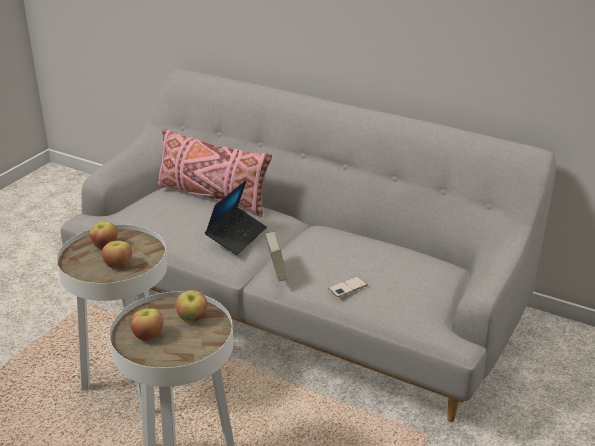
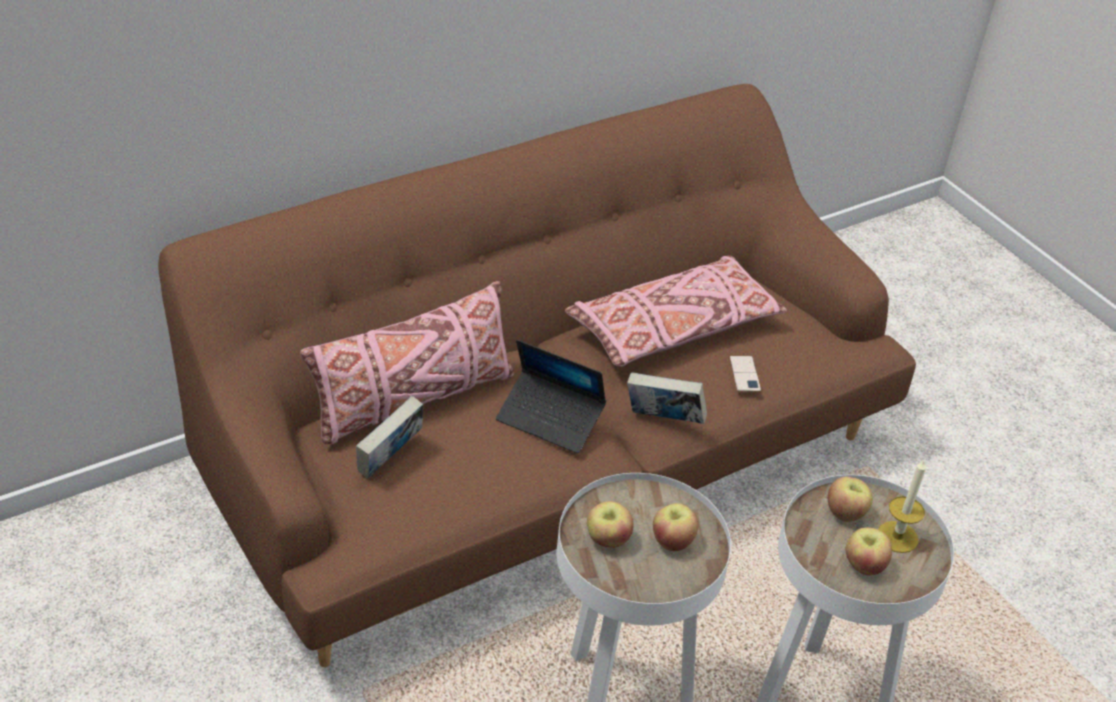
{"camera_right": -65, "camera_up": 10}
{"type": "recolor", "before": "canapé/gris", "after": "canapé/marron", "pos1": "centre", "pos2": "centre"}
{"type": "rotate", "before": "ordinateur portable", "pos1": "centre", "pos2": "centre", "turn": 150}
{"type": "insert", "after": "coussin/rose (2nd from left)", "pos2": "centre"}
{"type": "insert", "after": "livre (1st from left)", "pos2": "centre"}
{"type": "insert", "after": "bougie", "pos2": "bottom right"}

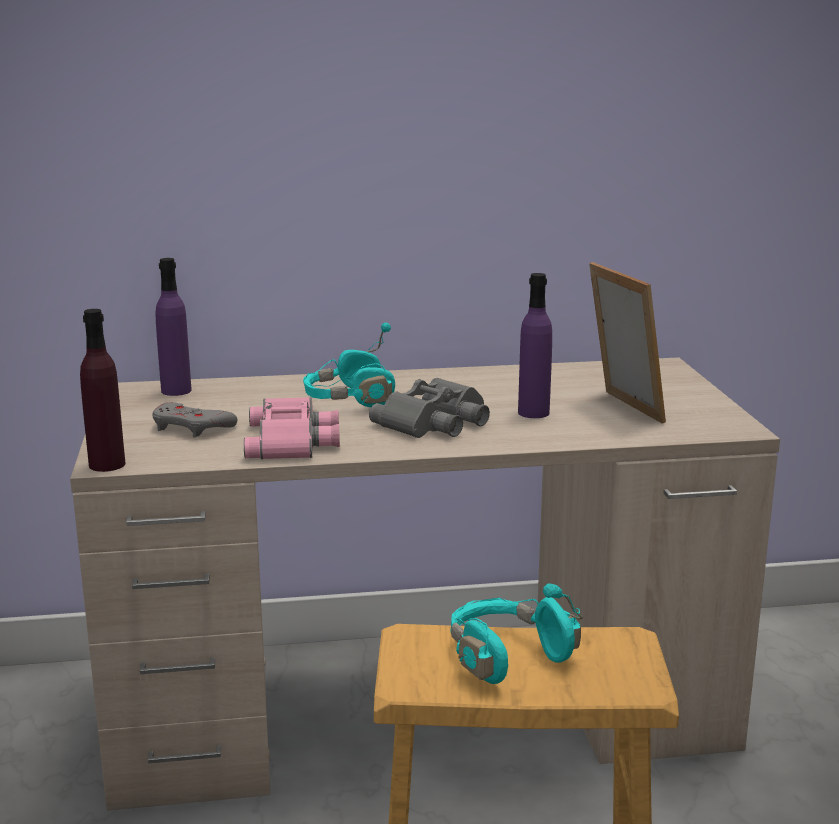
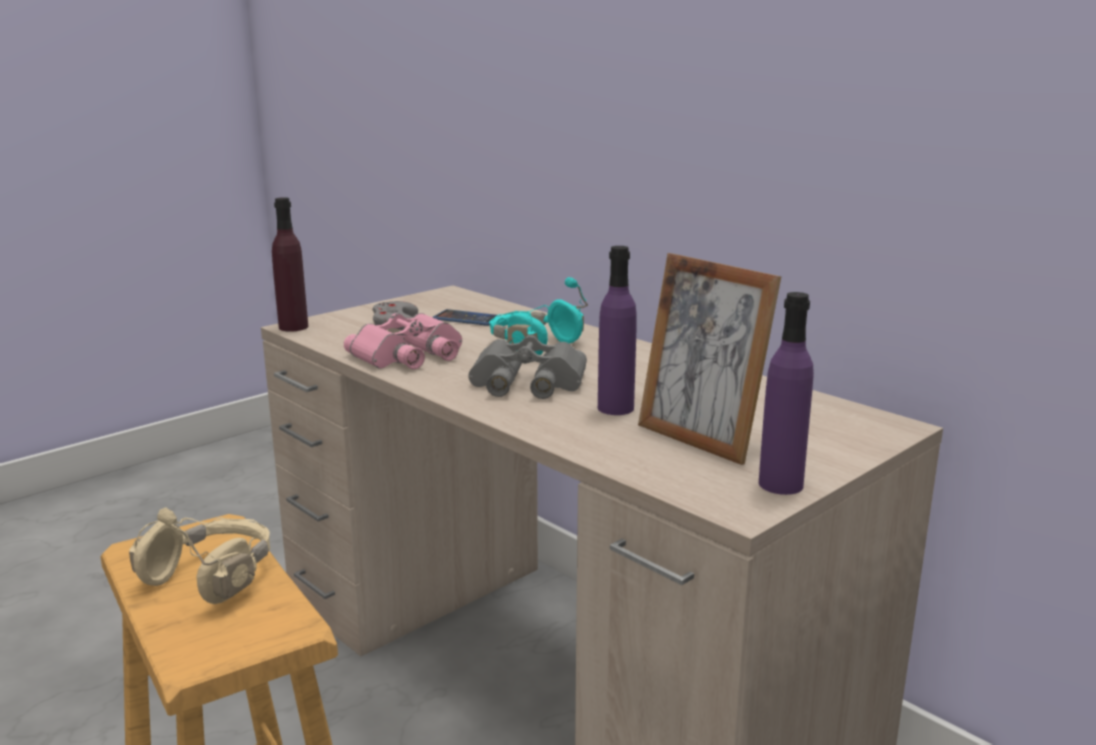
{"camera_right": 55, "camera_up": 0}
{"type": "move", "before": "bouteille/violet (2nd from left in the first image)", "after": "bouteille/violet (3rd from left)", "pos1": "middle left", "pos2": "middle right"}
{"type": "rotate", "before": "cadre photo", "pos1": "middle right", "pos2": "centre", "turn": 105}
{"type": "recolor", "before": "casque audio/turquoise (2nd from left)", "after": "casque audio/beige", "pos1": "bottom centre", "pos2": "bottom left"}
{"type": "insert", "after": "téléphone", "pos2": "centre"}

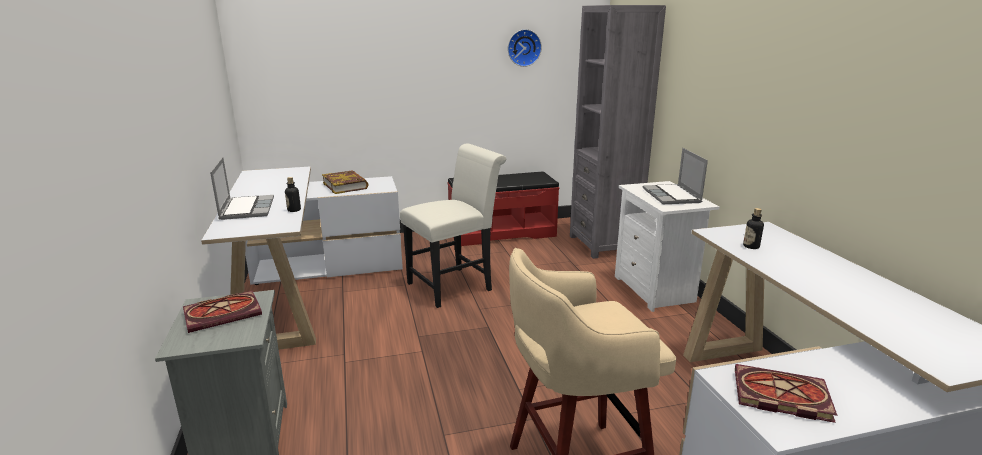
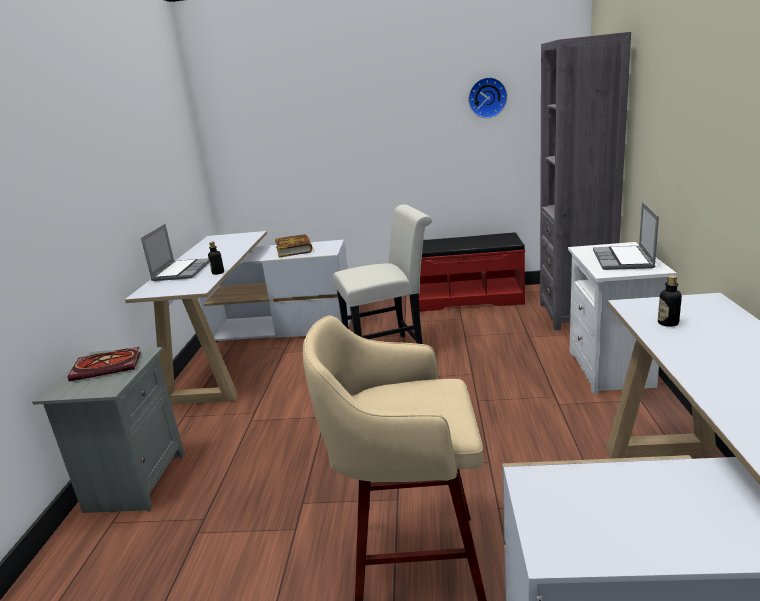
{"camera_right": 20, "camera_up": 0}
{"type": "delete", "before": "livre (3rd from left)", "pos1": "bottom right"}

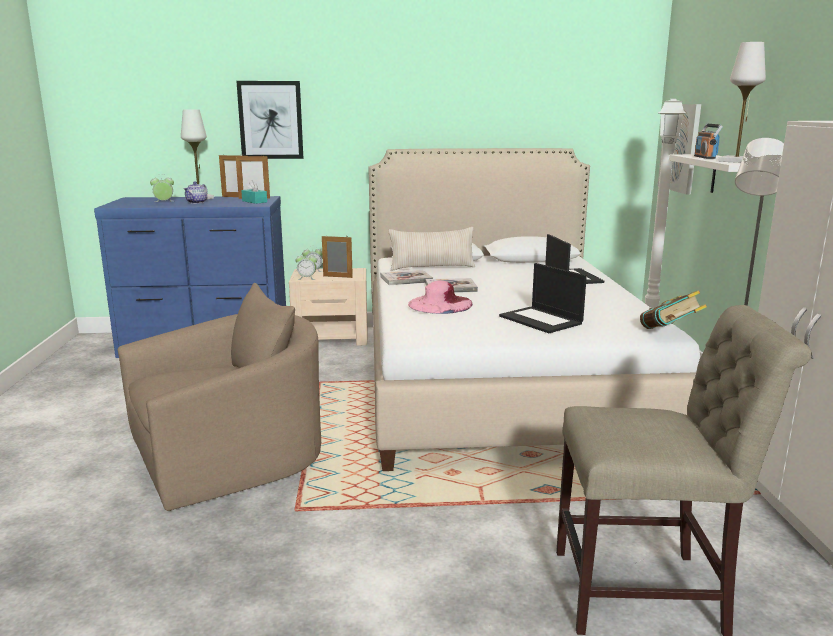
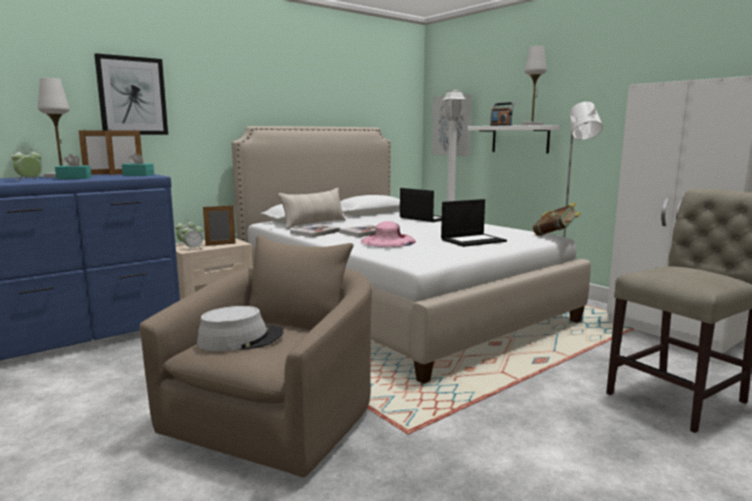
{"camera_right": -35, "camera_up": -5}
{"type": "replace", "before": "théière", "after": "boîte à mouchoirs/turquoise (1st from left)", "pos1": "top left", "pos2": "top left"}
{"type": "rotate", "before": "ordinateur portable (1st from left in the first image)", "pos1": "centre", "pos2": "centre", "turn": -45}
{"type": "insert", "after": "chapeau/gris", "pos2": "middle left"}

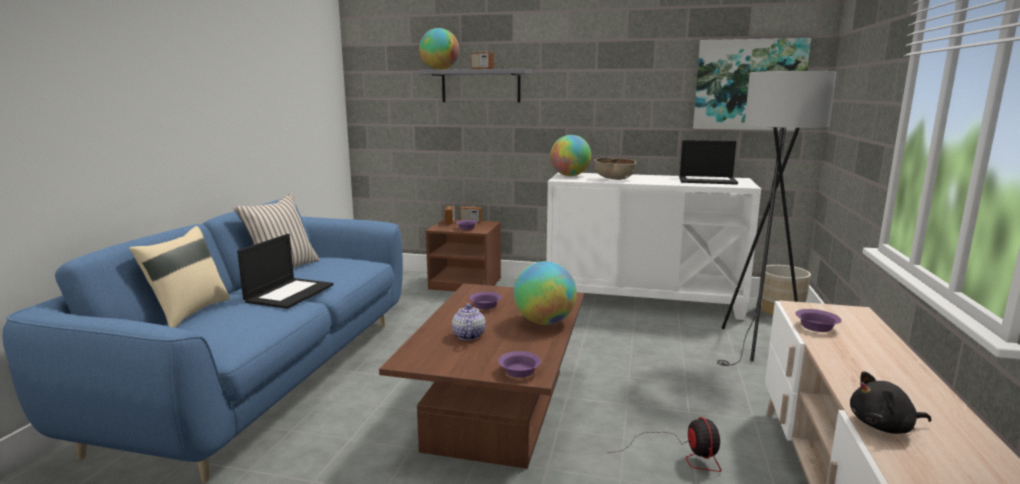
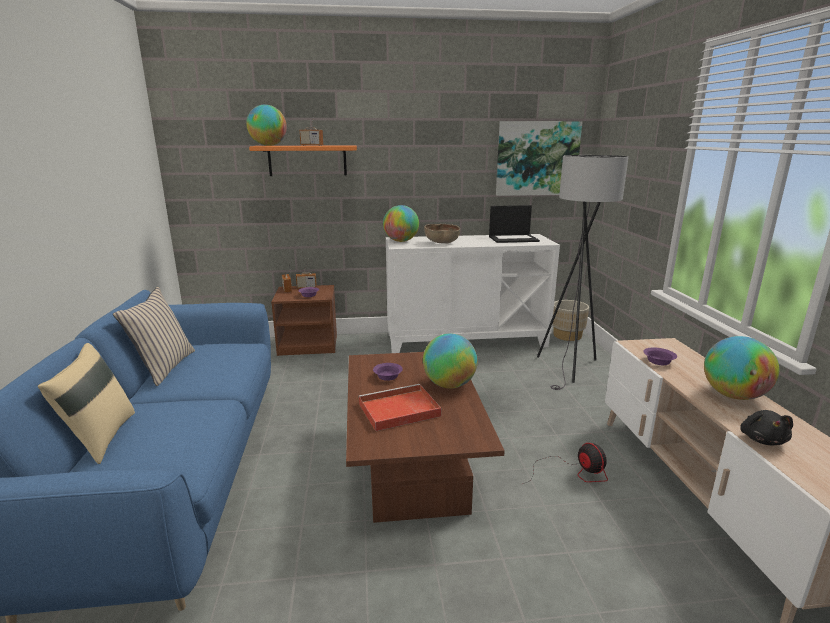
{"camera_right": -20, "camera_up": 5}
{"type": "recolor", "before": "étagère/gris", "after": "étagère/orange", "pos1": "top centre", "pos2": "top centre"}
{"type": "delete", "before": "ordinateur portable (1st from left)", "pos1": "middle left"}
{"type": "replace", "before": "théière", "after": "plateau/rouge", "pos1": "centre", "pos2": "centre"}
{"type": "delete", "before": "bol/violet (3rd from left)", "pos1": "bottom centre"}
{"type": "rotate", "before": "peluche/noir", "pos1": "bottom right", "pos2": "bottom right", "turn": -60}
{"type": "insert", "after": "globe (4th from left)", "pos2": "middle right"}

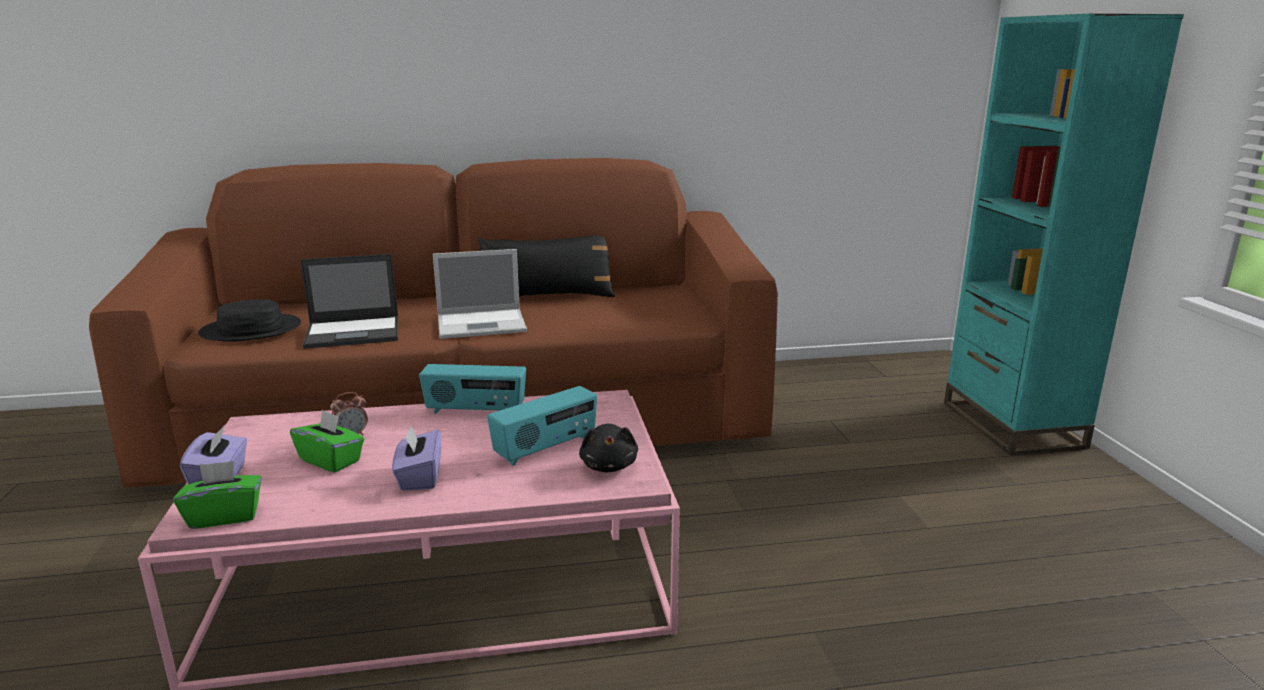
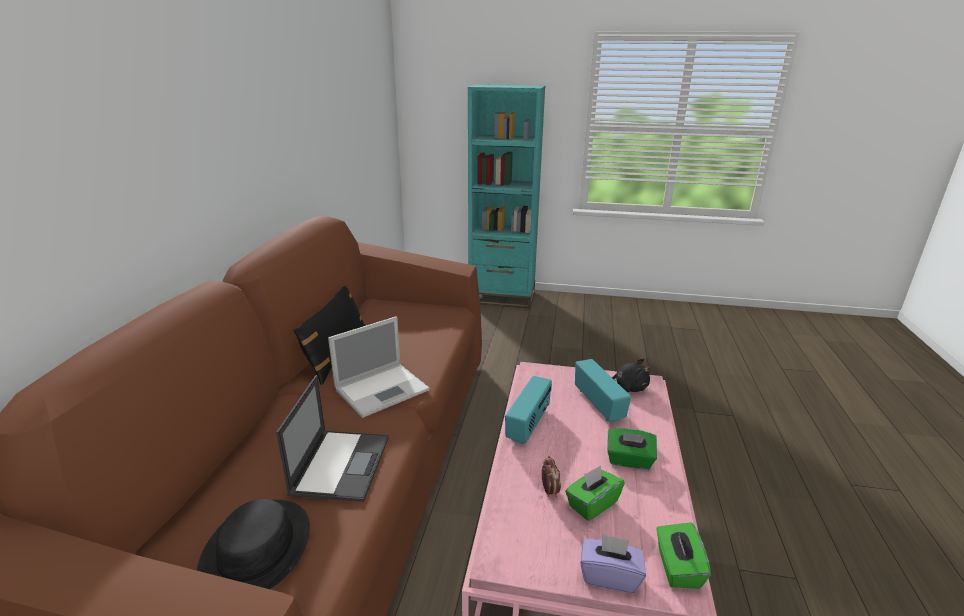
{"camera_right": -70, "camera_up": 5}
{"type": "rotate", "before": "ordinateur portable (2nd from left)", "pos1": "centre", "pos2": "centre", "turn": 45}
{"type": "recolor", "before": "boîte à mouchoirs/violet (2nd from left)", "after": "boîte à mouchoirs/vert (2nd from left)", "pos1": "middle left", "pos2": "bottom centre"}

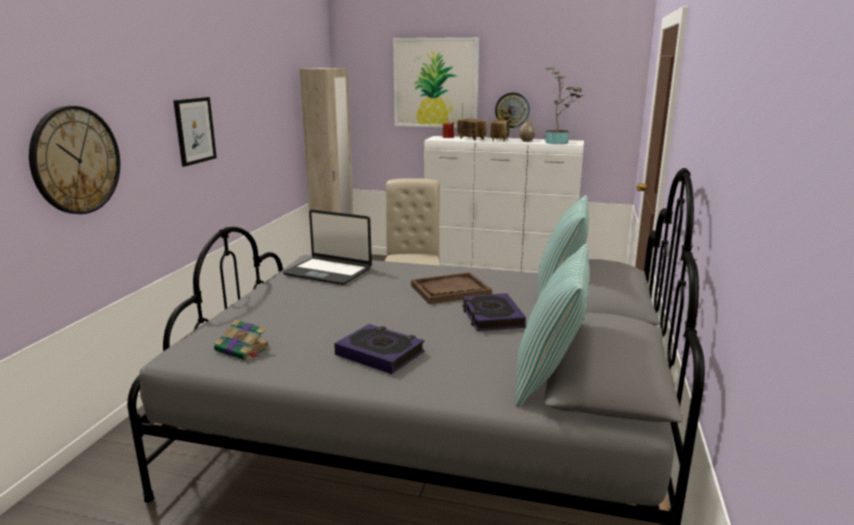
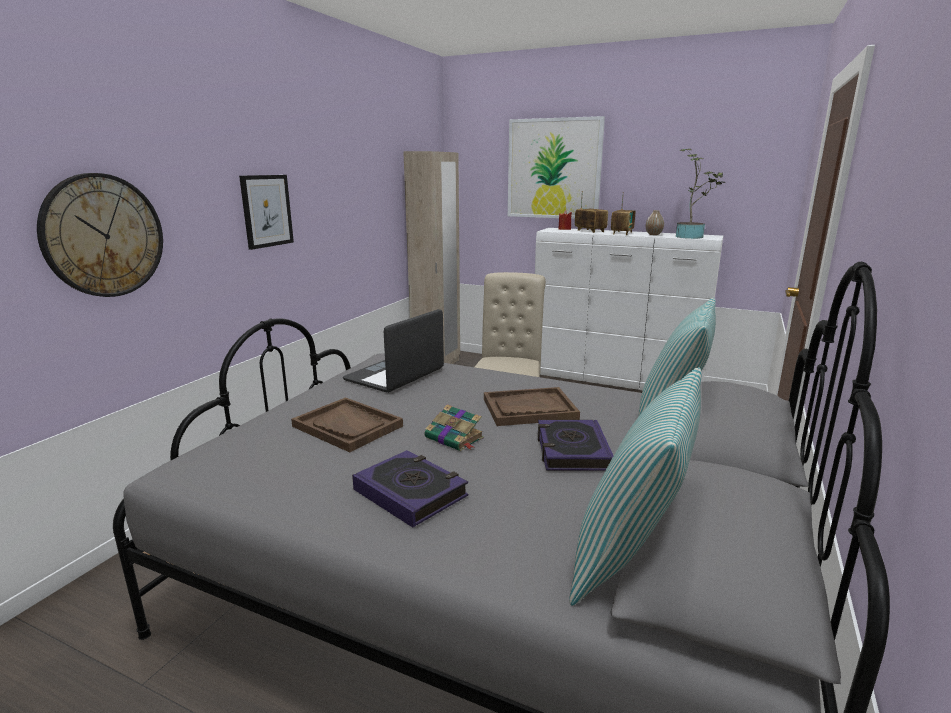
{"camera_right": 10, "camera_up": 0}
{"type": "delete", "before": "horloge murale (2nd from left)", "pos1": "top centre"}
{"type": "rotate", "before": "ordinateur portable", "pos1": "centre", "pos2": "centre", "turn": 90}
{"type": "move", "before": "livre (1st from left in the first image)", "after": "livre (2nd from left)", "pos1": "middle left", "pos2": "centre"}
{"type": "insert", "after": "plateau/marron (1st from left)", "pos2": "centre"}

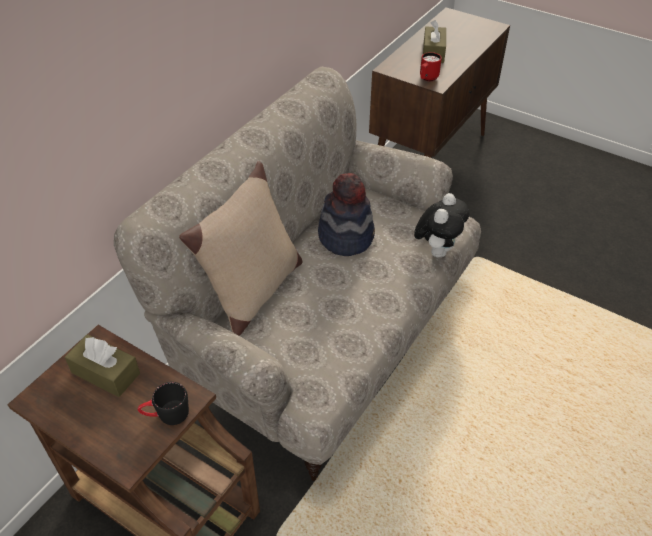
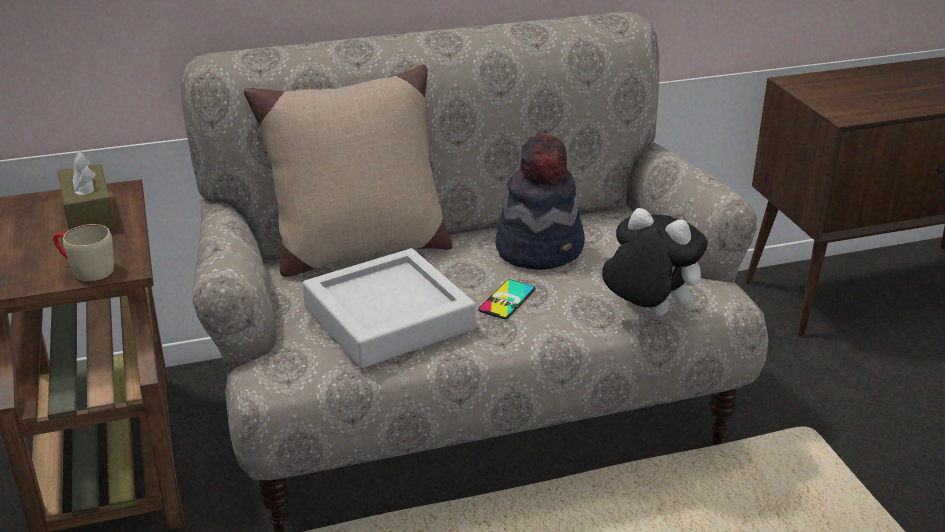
{"camera_right": 40, "camera_up": -15}
{"type": "delete", "before": "boîte à mouchoirs/marron (2nd from left)", "pos1": "top centre"}
{"type": "delete", "before": "mug/rouge", "pos1": "top centre"}
{"type": "rotate", "before": "peluche", "pos1": "middle right", "pos2": "middle right", "turn": -120}
{"type": "recolor", "before": "mug/noir", "after": "mug/beige", "pos1": "bottom left", "pos2": "middle left"}
{"type": "insert", "after": "plateau/gris", "pos2": "centre"}
{"type": "insert", "after": "téléphone", "pos2": "centre"}

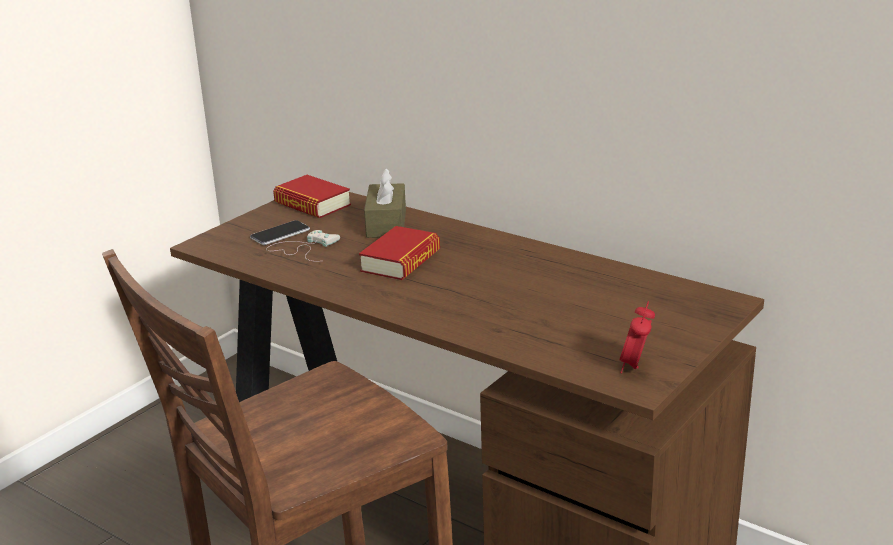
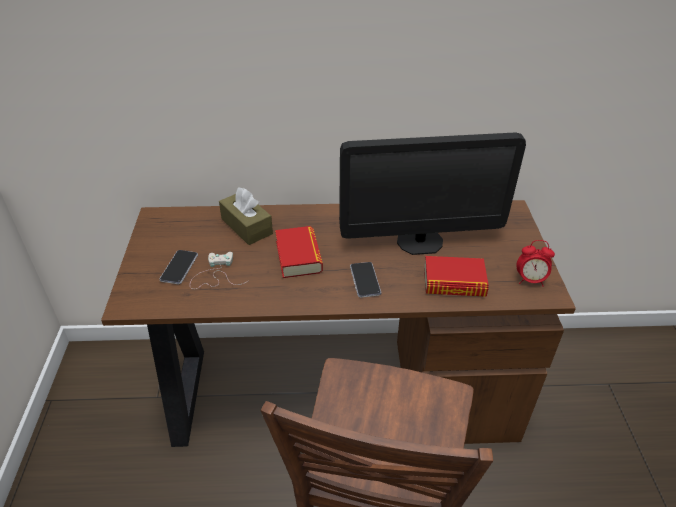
{"camera_right": -40, "camera_up": 15}
{"type": "move", "before": "livre (1st from left in the first image)", "after": "livre (2nd from left)", "pos1": "centre", "pos2": "middle right"}
{"type": "rotate", "before": "réveil", "pos1": "middle right", "pos2": "middle right", "turn": -60}
{"type": "insert", "after": "écran d'ordinateur", "pos2": "centre"}
{"type": "insert", "after": "téléphone (2nd from left)", "pos2": "centre"}

